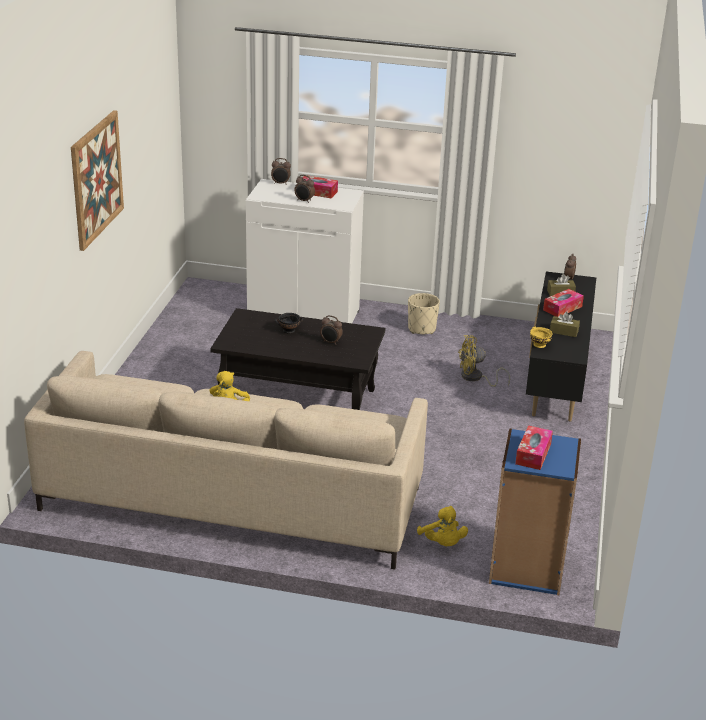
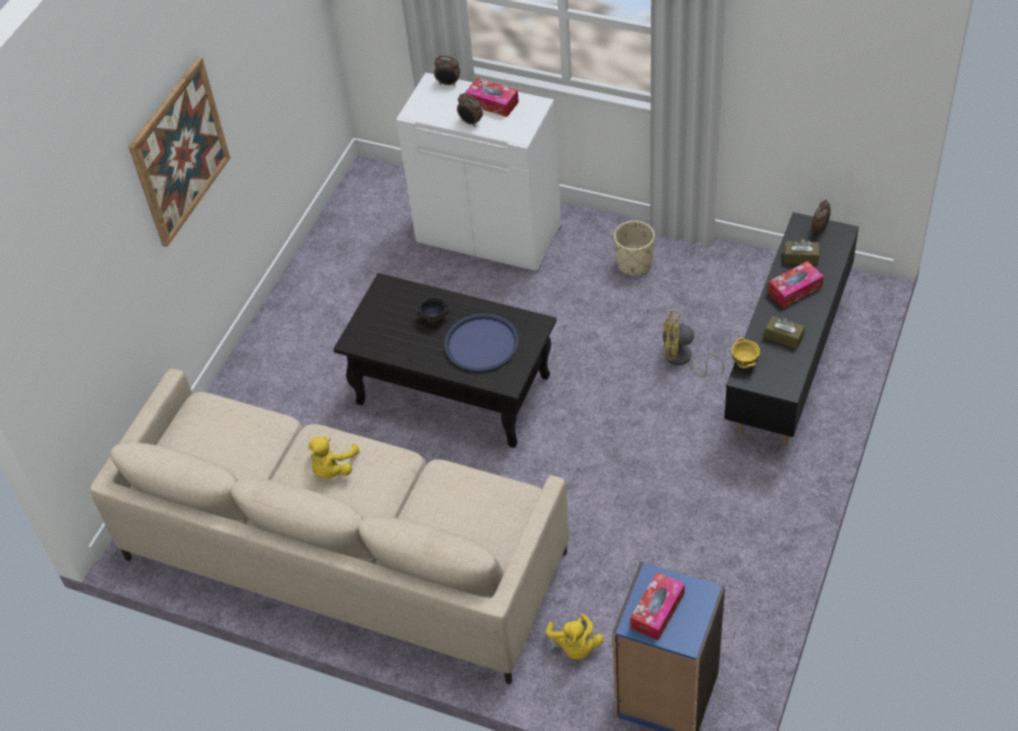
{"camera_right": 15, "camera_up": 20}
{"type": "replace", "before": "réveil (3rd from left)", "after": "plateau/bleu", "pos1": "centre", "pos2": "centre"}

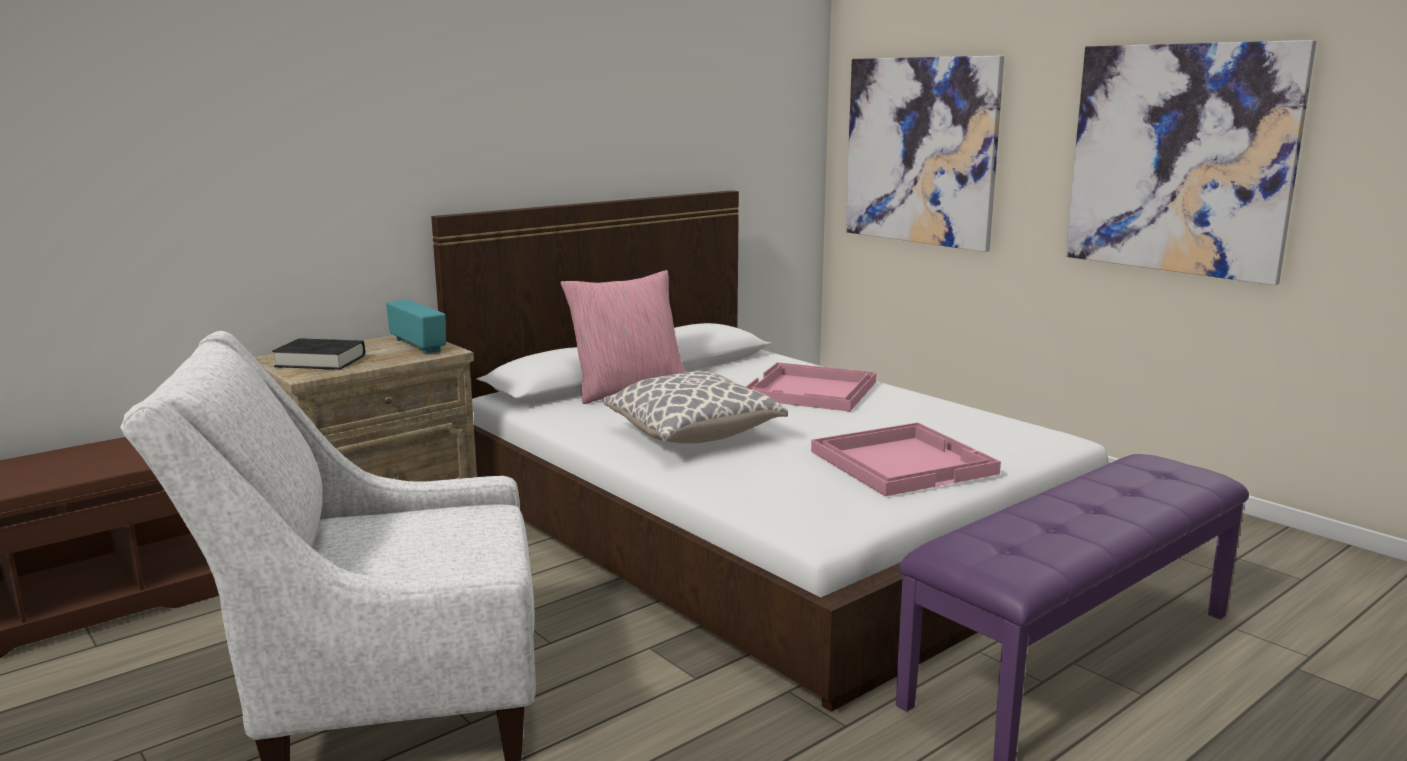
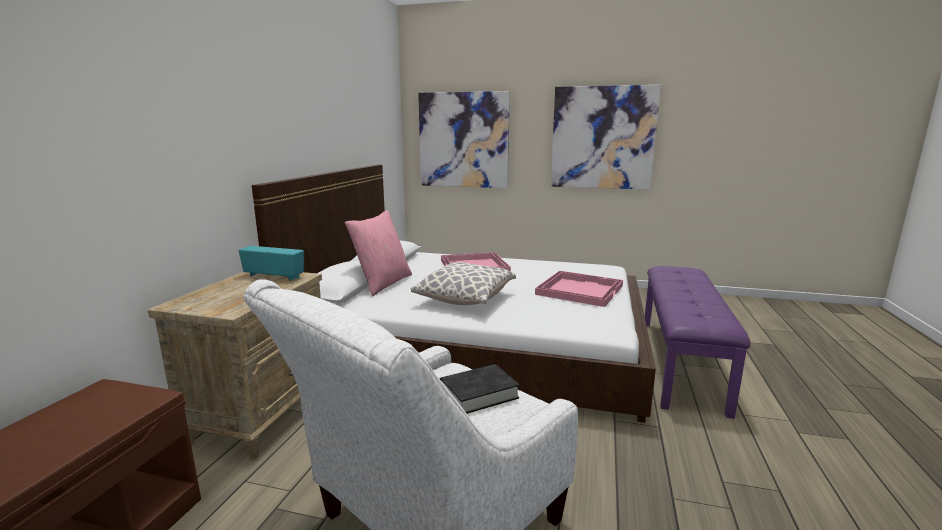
{"camera_right": -35, "camera_up": 0}
{"type": "move", "before": "livre/noir", "pos1": "middle left", "pos2": "bottom centre"}

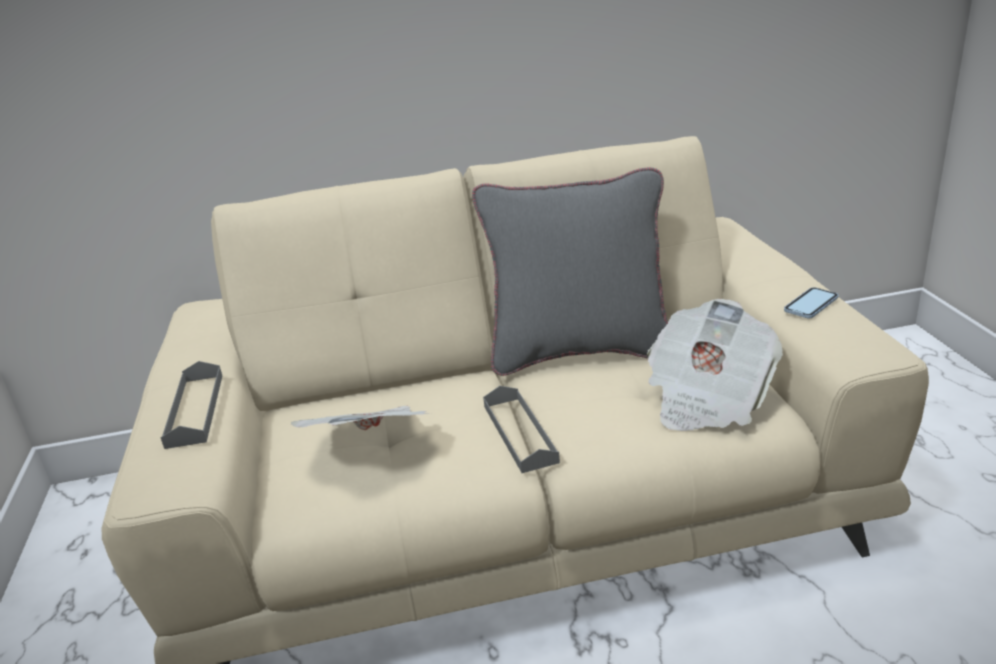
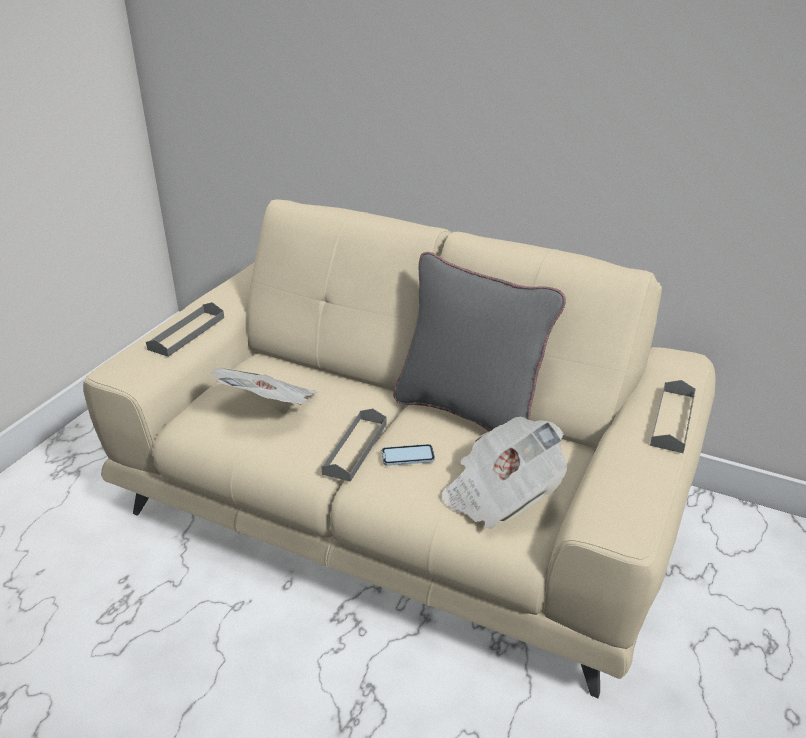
{"camera_right": 35, "camera_up": 5}
{"type": "move", "before": "téléphone", "pos1": "middle right", "pos2": "centre"}
{"type": "insert", "after": "plateau/gris (3rd from left)", "pos2": "middle right"}

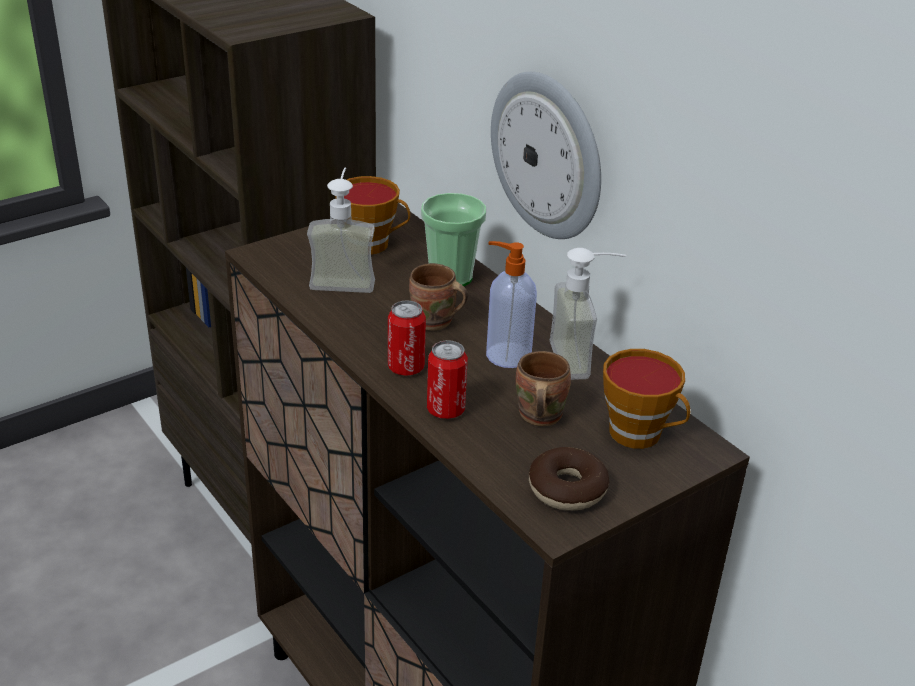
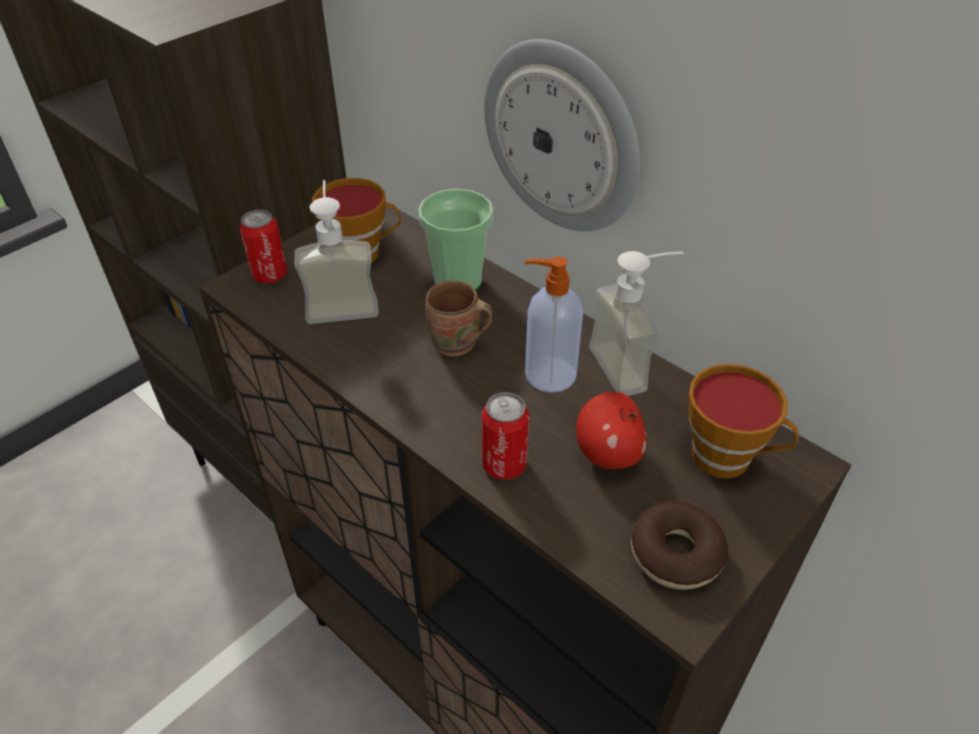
{"camera_right": -10, "camera_up": 10}
{"type": "move", "before": "boîte métallique (1st from left)", "pos1": "centre", "pos2": "middle left"}
{"type": "replace", "before": "mug/marron (2nd from left)", "after": "pomme", "pos1": "centre", "pos2": "centre"}

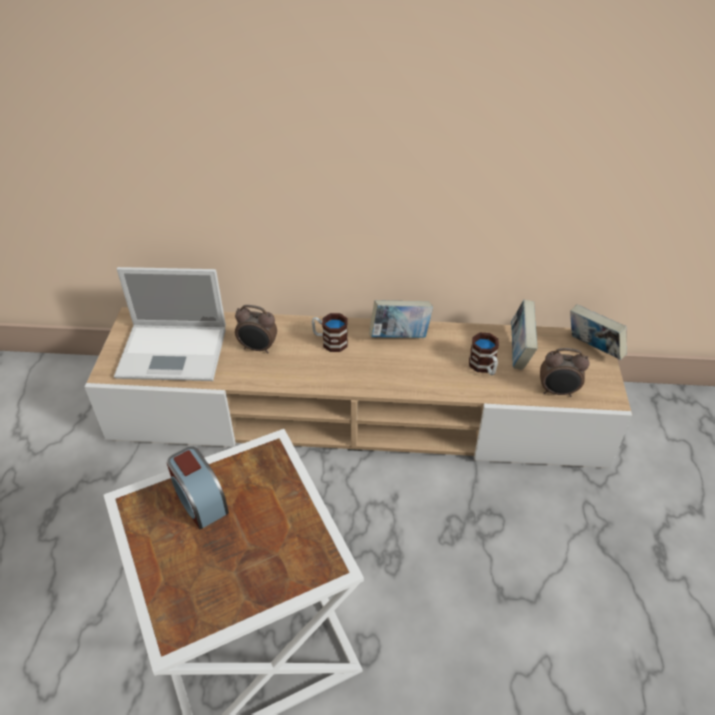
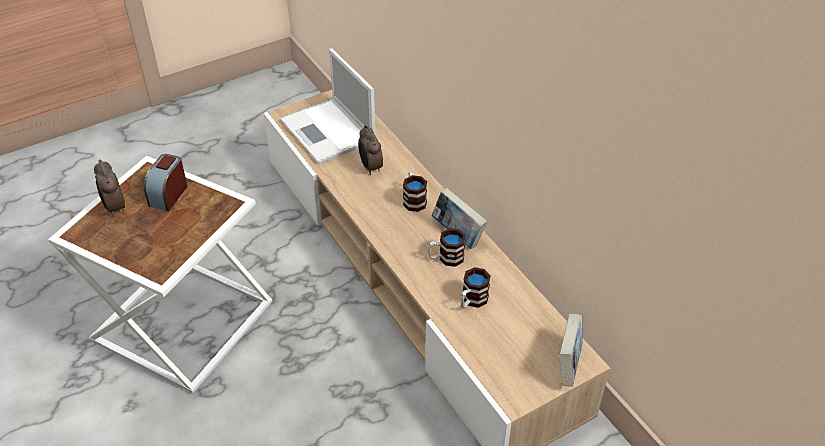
{"camera_right": 55, "camera_up": 0}
{"type": "delete", "before": "livre (2nd from left)", "pos1": "middle right"}
{"type": "move", "before": "réveil (3rd from left in the first image)", "after": "réveil (1st from left)", "pos1": "middle right", "pos2": "middle left"}
{"type": "insert", "after": "mug (2nd from left)", "pos2": "centre"}

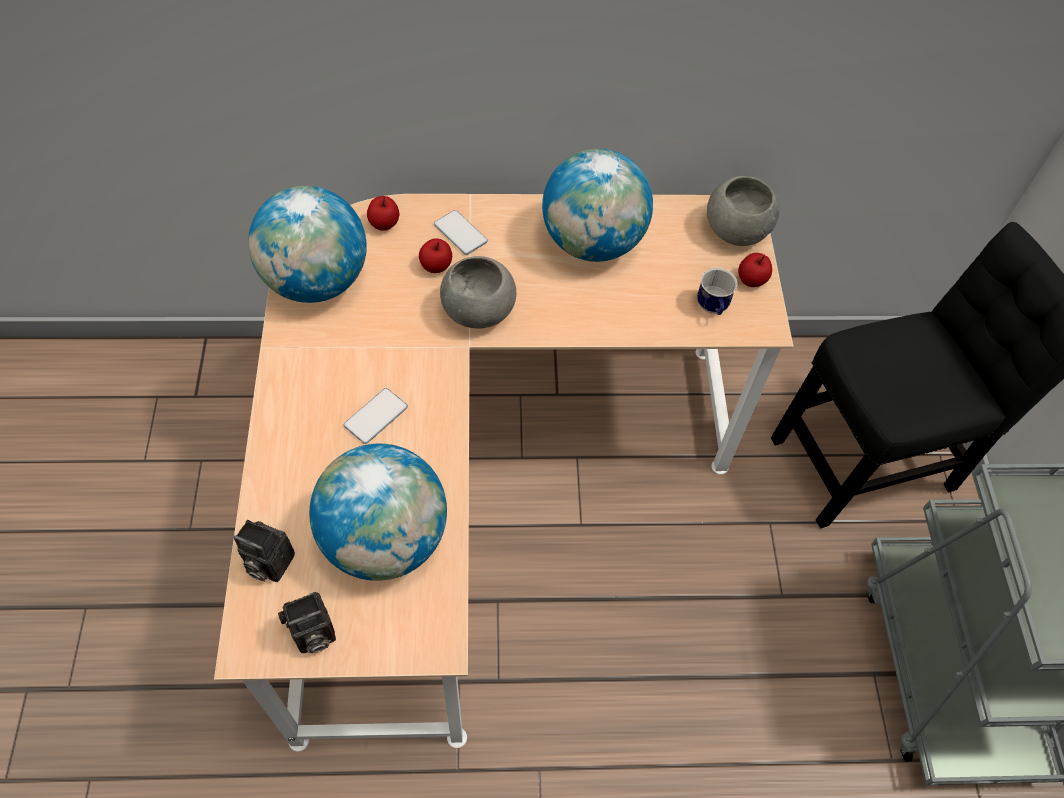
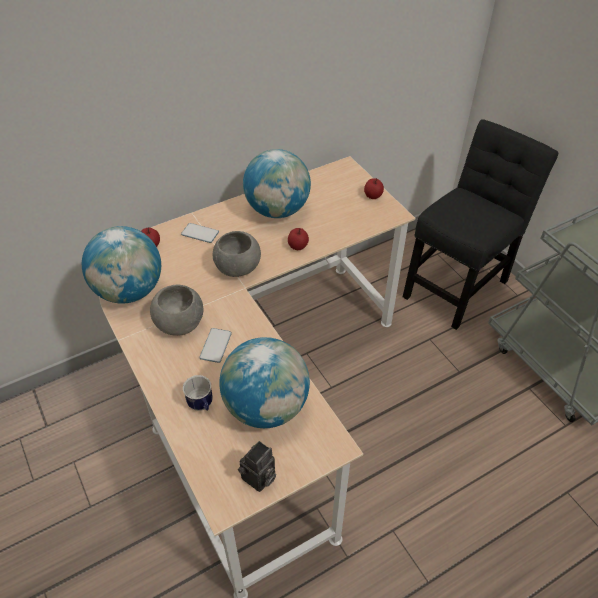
{"camera_right": -25, "camera_up": -10}
{"type": "move", "before": "bol/gris (2nd from left in the first image)", "after": "bol/gris (1st from left)", "pos1": "top right", "pos2": "middle left"}
{"type": "move", "before": "pomme (2nd from left)", "pos1": "top centre", "pos2": "centre"}
{"type": "move", "before": "mug", "pos1": "middle right", "pos2": "middle left"}
{"type": "delete", "before": "appareil photo (1st from left)", "pos1": "bottom left"}

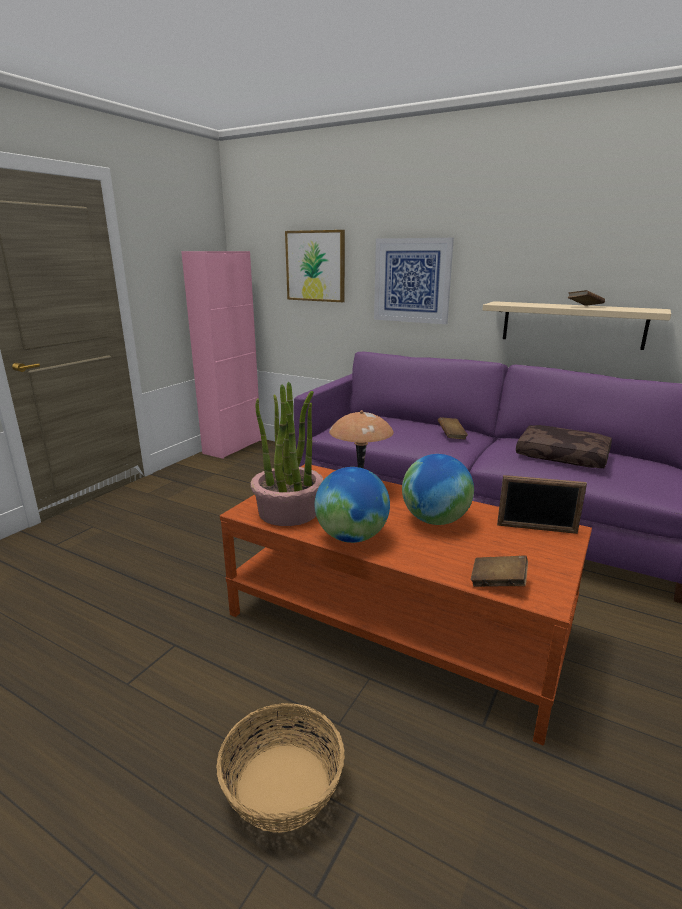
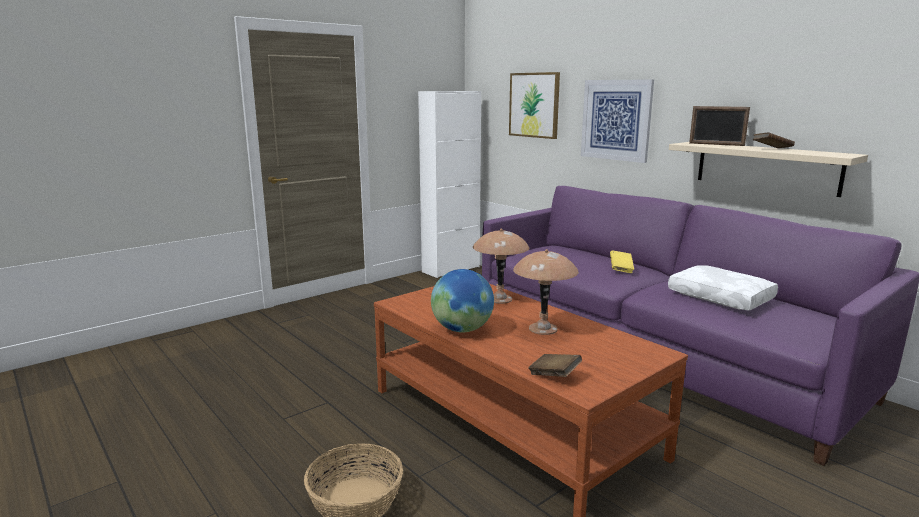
{"camera_right": 20, "camera_up": -5}
{"type": "recolor", "before": "meuble de rangement/rose", "after": "meuble de rangement/blanc", "pos1": "middle left", "pos2": "centre"}
{"type": "delete", "before": "plante en pot", "pos1": "centre"}
{"type": "recolor", "before": "livre/marron (1st from left)", "after": "livre/jaune", "pos1": "centre", "pos2": "middle right"}
{"type": "recolor", "before": "coussin/marron", "after": "coussin/blanc", "pos1": "middle right", "pos2": "middle right"}
{"type": "replace", "before": "globe (2nd from left)", "after": "lampe de table/marron (2nd from left)", "pos1": "centre", "pos2": "centre"}
{"type": "move", "before": "cadre photo", "pos1": "middle right", "pos2": "top right"}

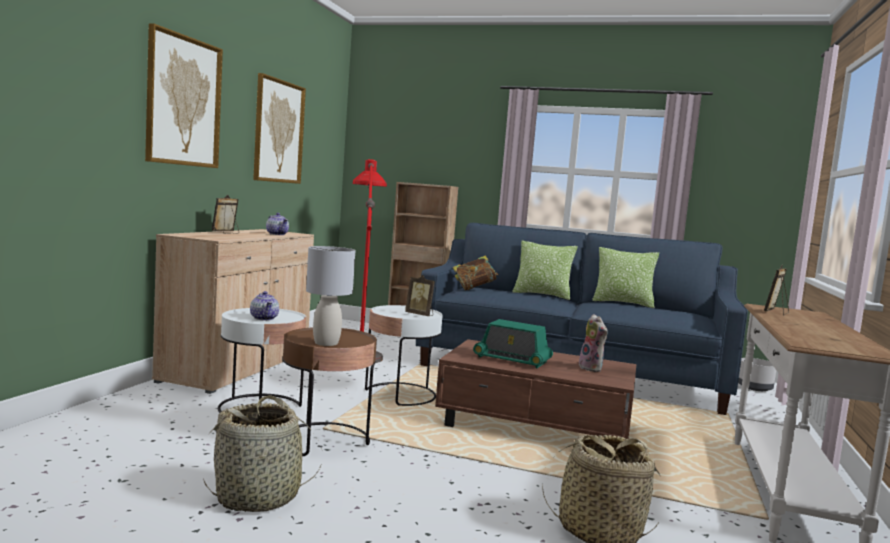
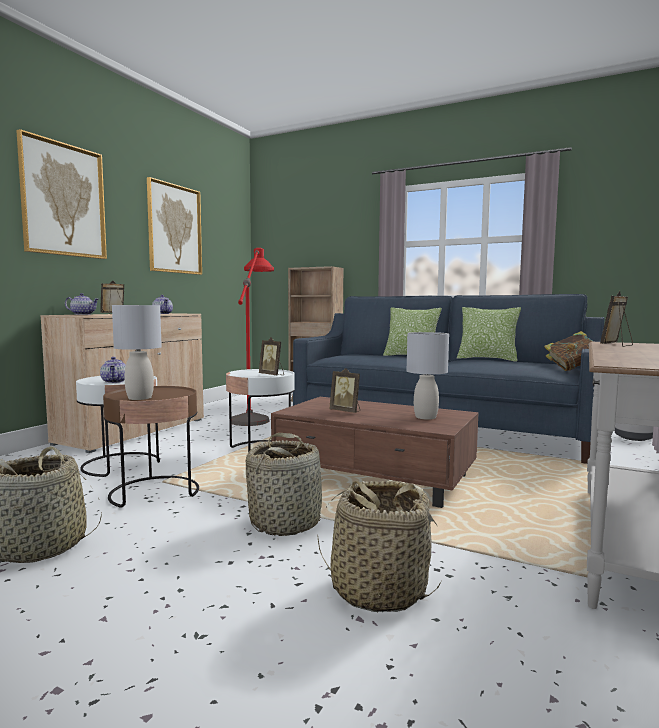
{"camera_right": 10, "camera_up": 0}
{"type": "move", "before": "livre", "pos1": "centre", "pos2": "middle right"}
{"type": "replace", "before": "peluche", "after": "lampe de table/gris (2nd from left)", "pos1": "centre", "pos2": "centre"}
{"type": "replace", "before": "radio", "after": "cadre photo (3rd from left)", "pos1": "centre", "pos2": "centre"}
{"type": "insert", "after": "théière (1st from left)", "pos2": "middle left"}
{"type": "insert", "after": "panier (2nd from left)", "pos2": "centre"}

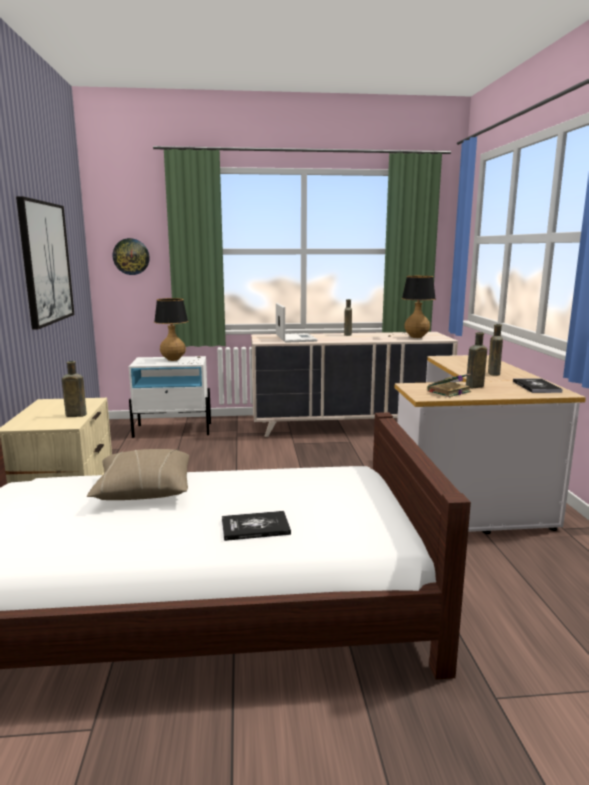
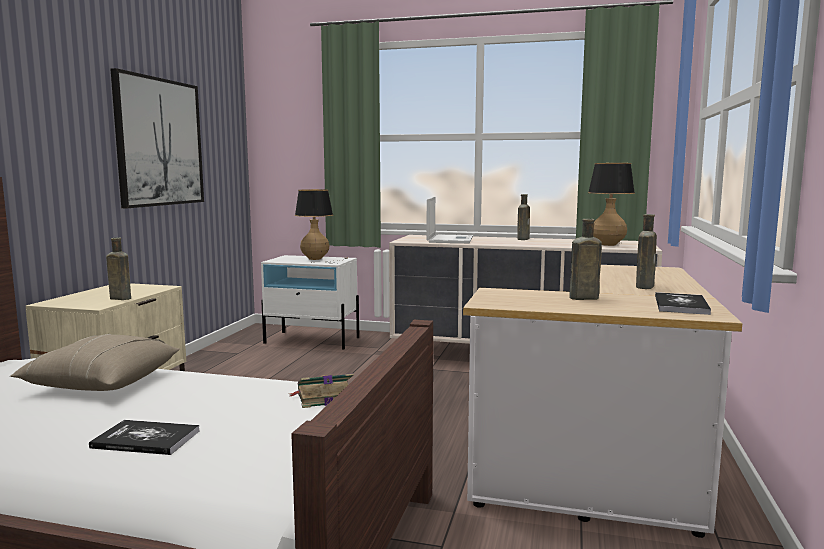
{"camera_right": 20, "camera_up": -5}
{"type": "delete", "before": "horloge murale", "pos1": "top left"}
{"type": "move", "before": "livre (2nd from left)", "pos1": "middle right", "pos2": "bottom centre"}

